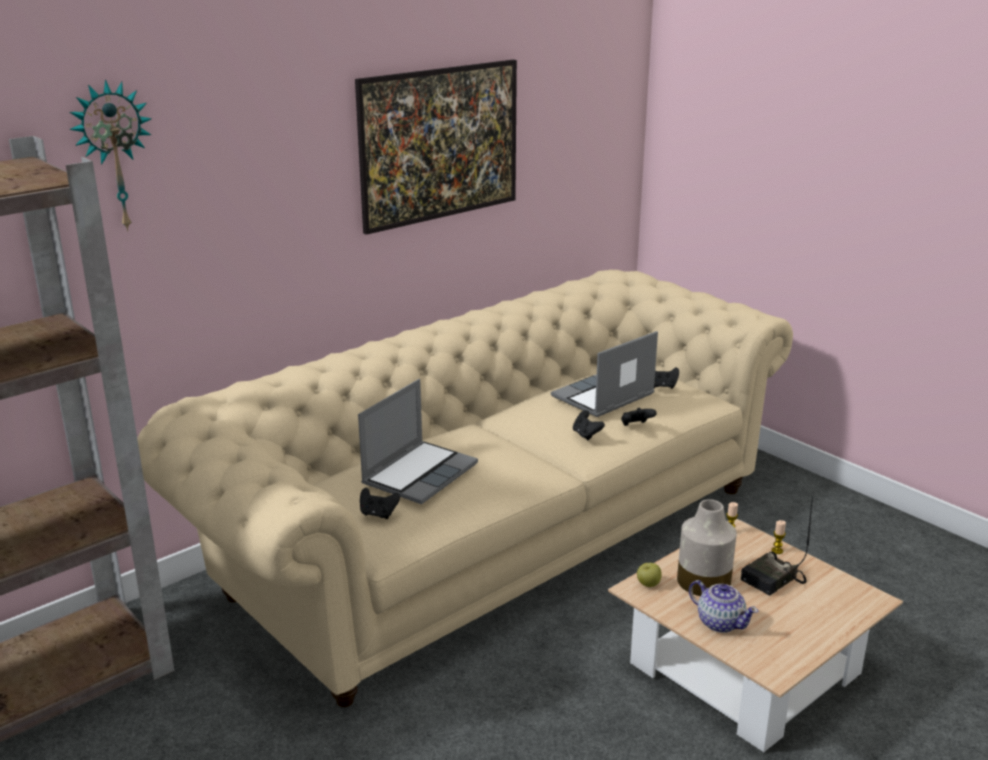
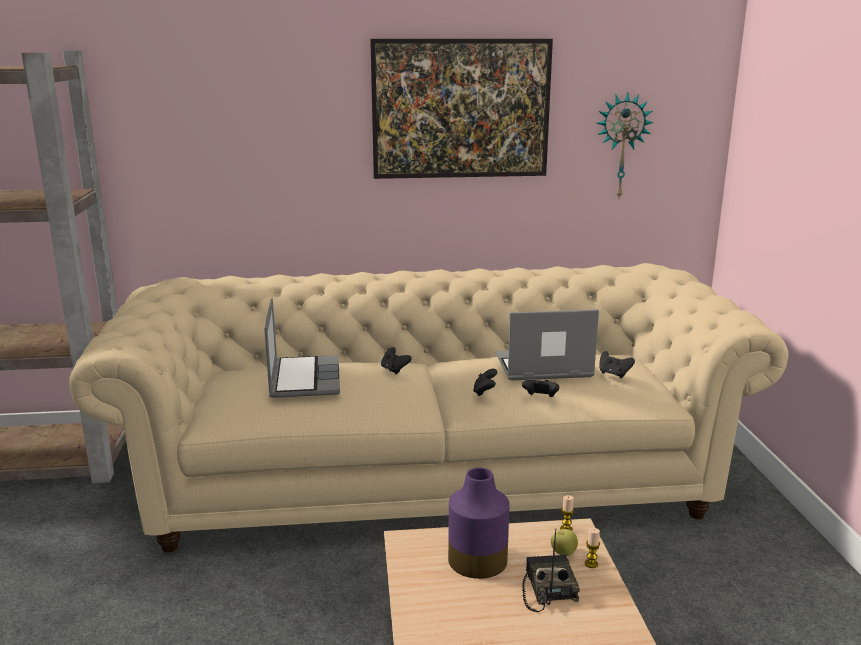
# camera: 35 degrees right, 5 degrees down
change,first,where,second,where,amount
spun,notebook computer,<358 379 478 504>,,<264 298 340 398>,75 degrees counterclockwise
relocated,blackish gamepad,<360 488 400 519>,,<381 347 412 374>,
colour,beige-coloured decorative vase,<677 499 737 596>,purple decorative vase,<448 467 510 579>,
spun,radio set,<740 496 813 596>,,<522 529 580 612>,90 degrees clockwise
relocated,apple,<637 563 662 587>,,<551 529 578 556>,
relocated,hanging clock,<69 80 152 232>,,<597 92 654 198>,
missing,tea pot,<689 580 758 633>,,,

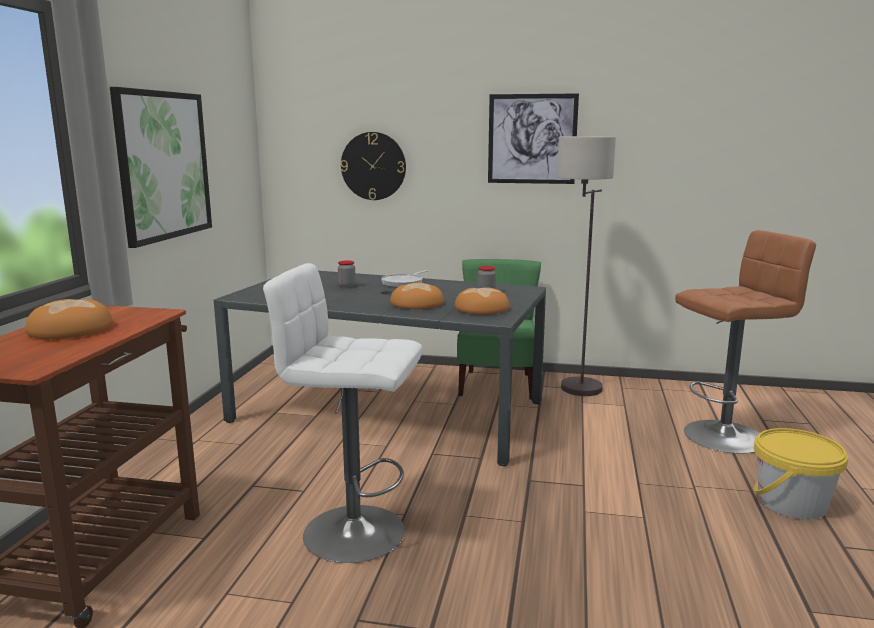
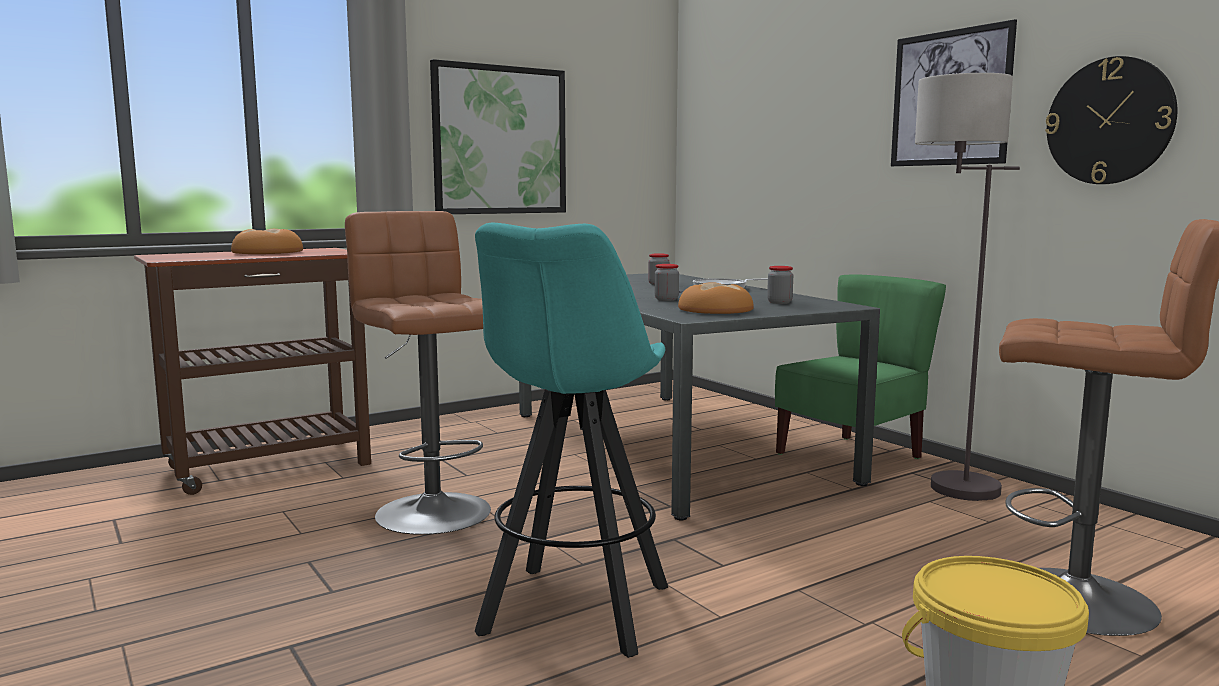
# camera: 45 degrees right, 5 degrees down
change,first,where,second,where,amount
colour,whitish sitting stool,<263 263 423 563>,brownish sitting stool,<345 211 491 535>,
appeared,,,turquoise-coloured sitting stool,<475 223 668 658>,
exchanged,bakery bread,<390 283 444 309>,storage jar,<654 264 679 301>,
relocated,hanging clock,<341 132 406 200>,,<1045 56 1178 184>,

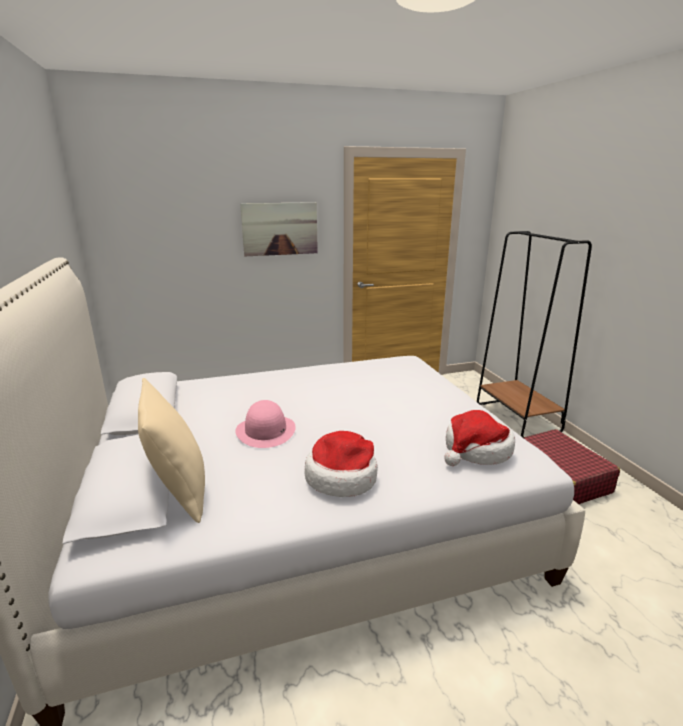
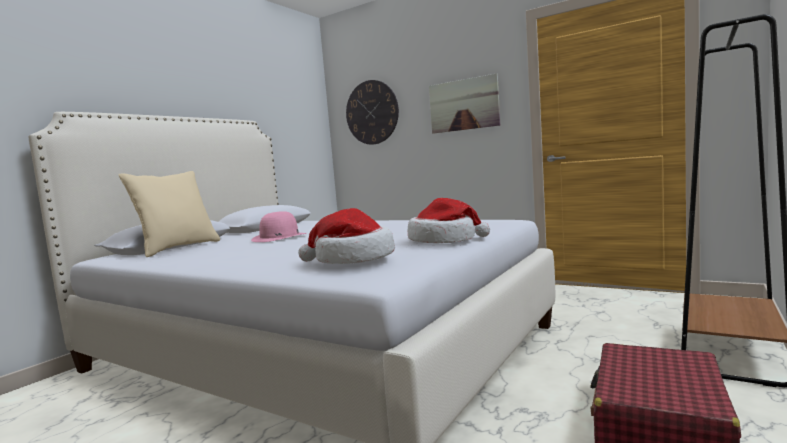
# camera: 50 degrees right, 15 degrees down
change,first,where,second,where,amount
appeared,,,hanging clock,<346 80 399 145>,
relocated,wearable hat,<305 431 378 497>,,<408 198 490 243>,

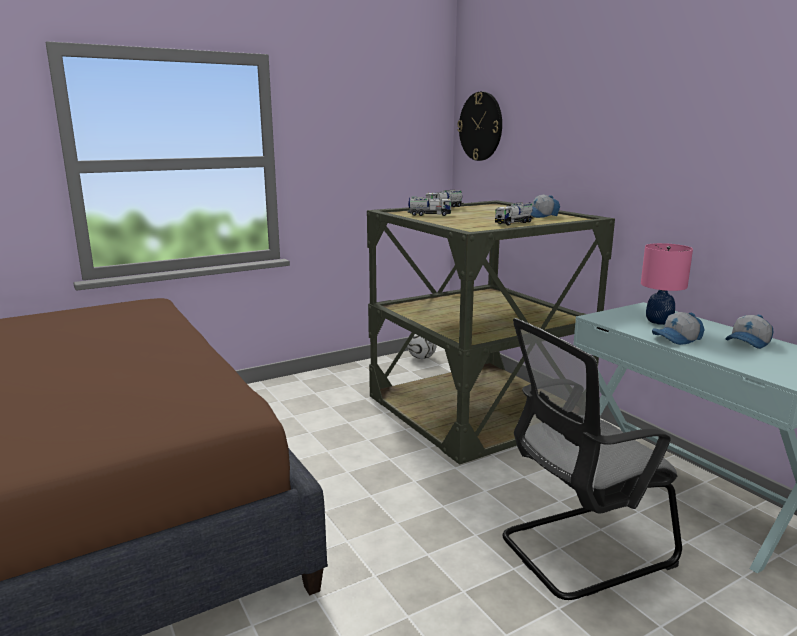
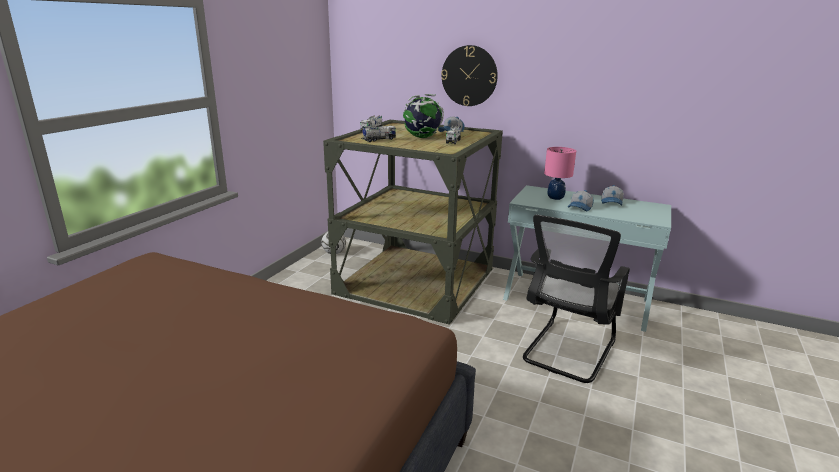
# camera: 35 degrees left, 5 degrees up
change,first,where,second,where,amount
appeared,,,desk globe,<403 94 444 138>,
relocated,hanging clock,<457 91 502 161>,,<441 45 498 106>,

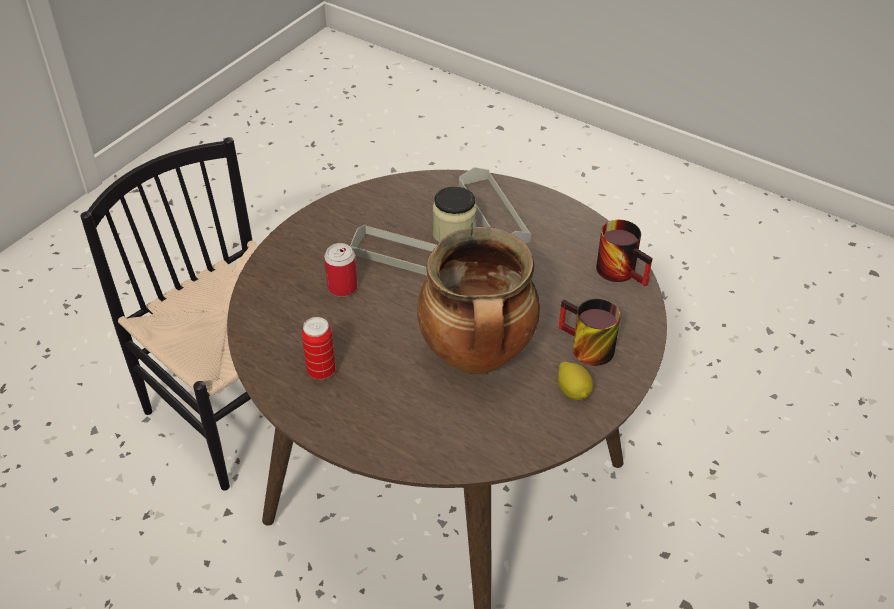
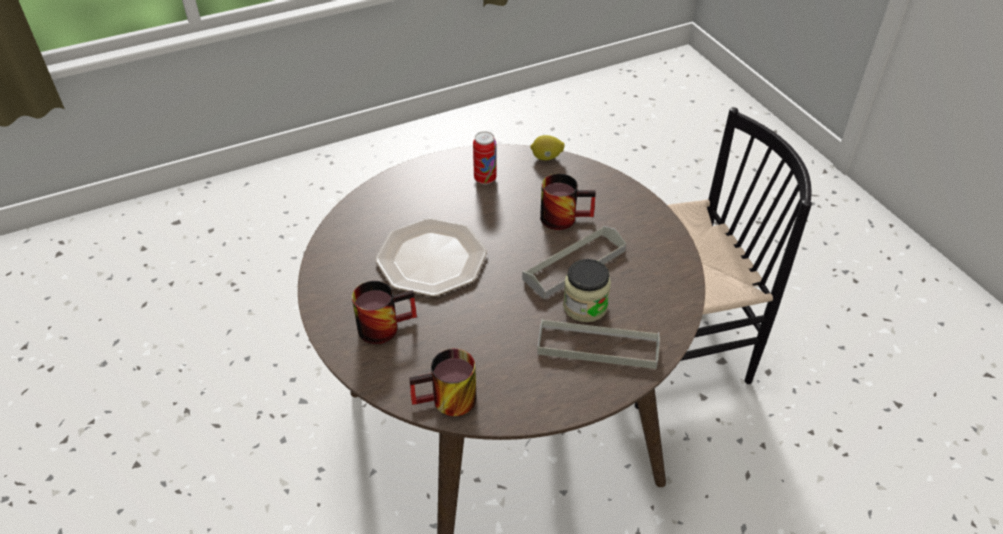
# camera: 120 degrees right, 0 degrees up
change,first,where,second,where,amount
exchanged,cooking pot,<417 227 540 374>,flat dish,<375 218 487 297>,
relocated,whole lemon,<558 362 593 400>,,<530 135 564 160>,
exchanged,sealed can,<324 243 357 297>,tea mug,<540 173 596 230>,

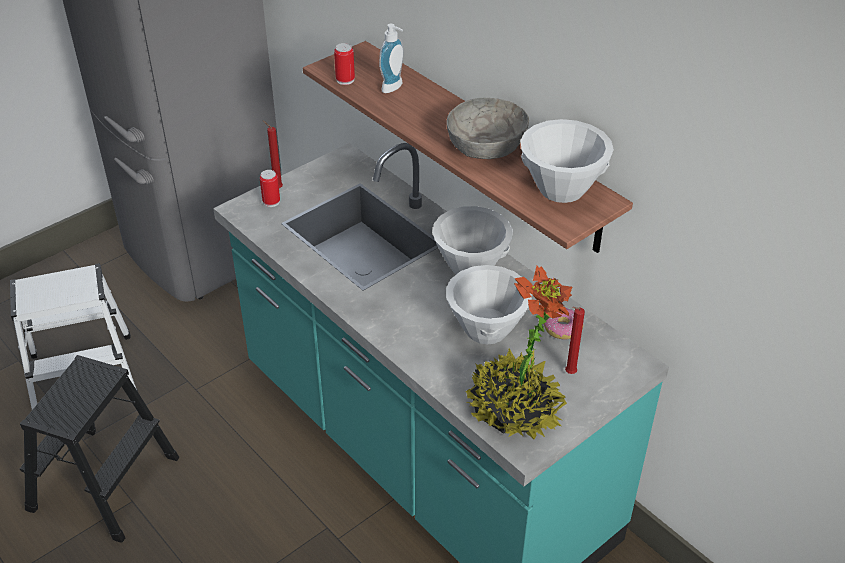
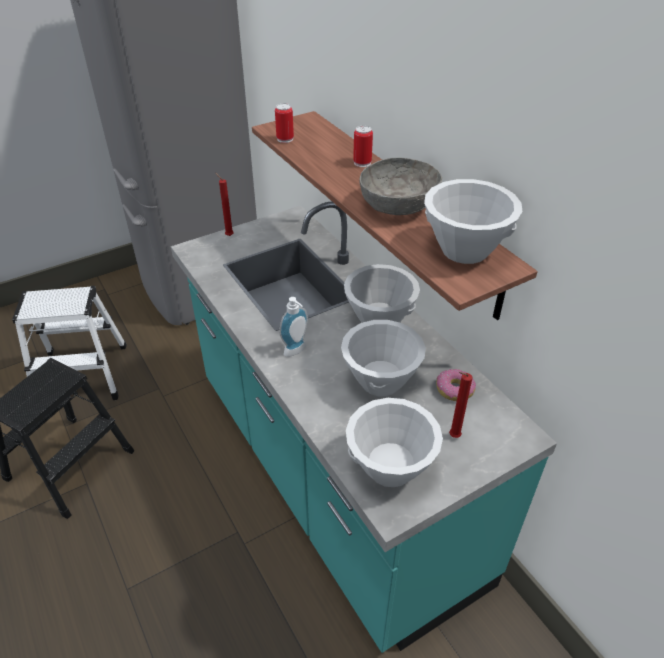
# camera: 10 degrees right, 0 degrees up
change,first,where,second,where,amount
relocated,liquid soap bottle,<379 24 404 93>,,<279 297 308 357>,
exchanged,potted plant,<465 266 572 440>,whitish deep dish,<346 398 443 487>,
relocated,sealed can,<260 170 280 207>,,<353 126 373 167>,

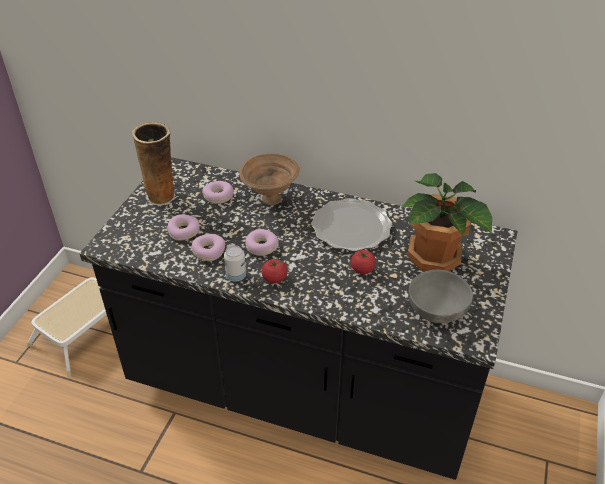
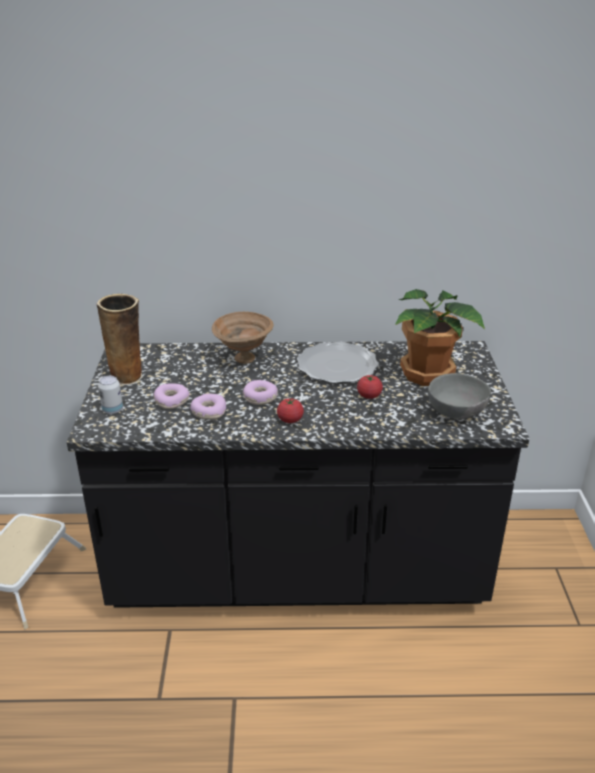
# camera: 20 degrees left, 10 degrees down
change,first,where,second,where,amount
relocated,sealed can,<224 245 246 282>,,<98 376 123 414>,
missing,donut,<202 181 234 204>,,,

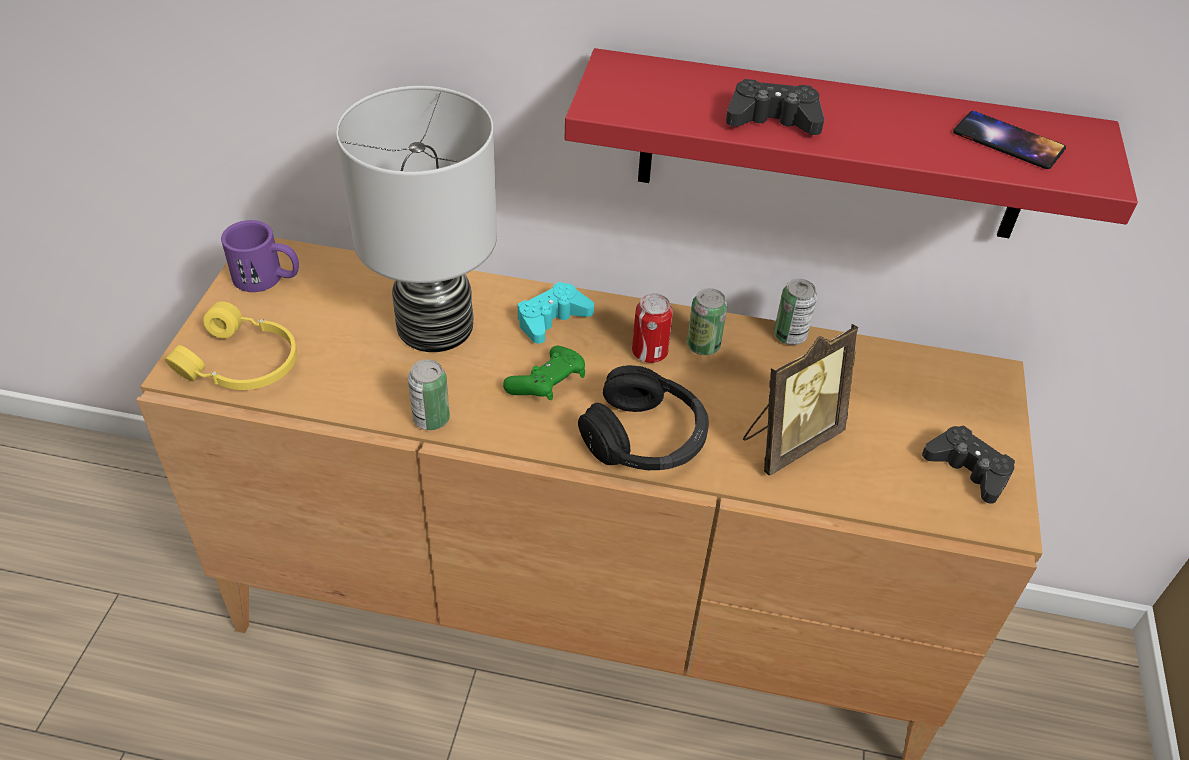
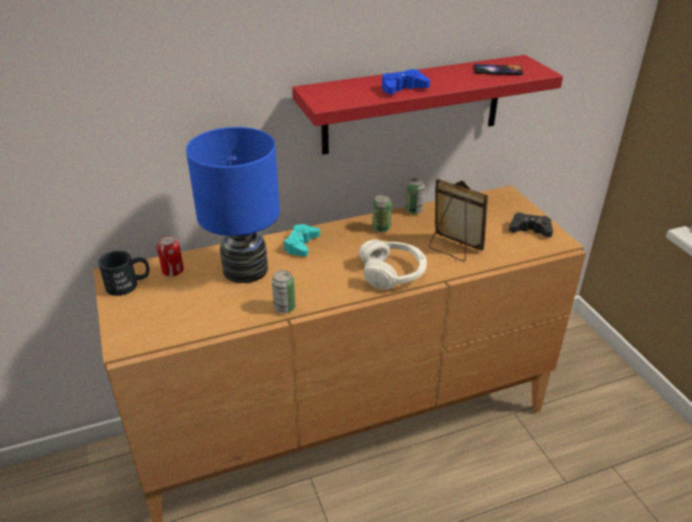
# camera: 30 degrees left, 10 degrees down
change,first,where,second,where,amount
colour,purple tea mug,<221 220 299 292>,blackish tea mug,<98 251 149 296>,
relocated,sealed can,<632 293 673 363>,,<157 235 184 276>,
colour,grey table lamp,<336 85 497 352>,blue table lamp,<186 127 280 283>,
colour,blackish headphones,<578 365 709 470>,whitish headphones,<359 239 427 290>,
colour,blackish gamepad,<726 79 824 135>,blue gamepad,<382 69 430 94>,
spun,photo frame,<743 324 858 476>,,<429 179 488 261>,75 degrees counterclockwise
missing,yellow-coloured headphones,<165 301 297 390>,,,
missing,greenish gamepad,<503 346 585 400>,,,

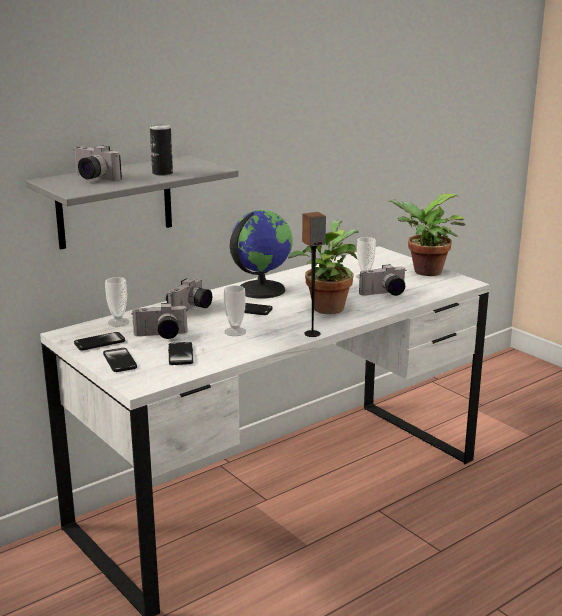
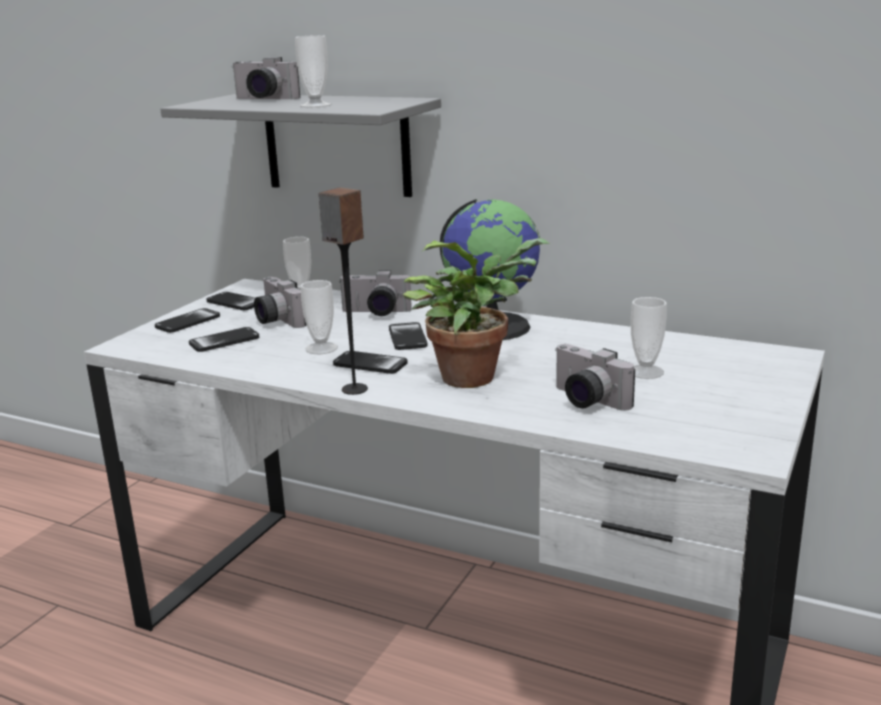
# camera: 65 degrees right, 0 degrees up
change,first,where,second,where,amount
spun,still camera,<73 145 122 181>,,<232 57 300 99>,75 degrees counterclockwise
exchanged,sealed can,<150 124 173 176>,cup,<295 35 331 107>,
appeared,,,telephone,<333 351 408 374>,
missing,potted plant,<387 194 465 276>,,,

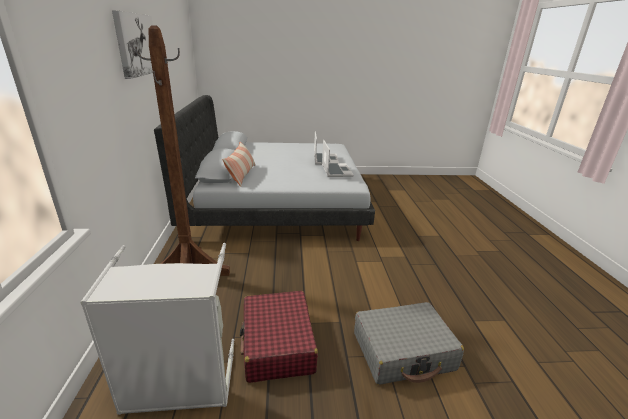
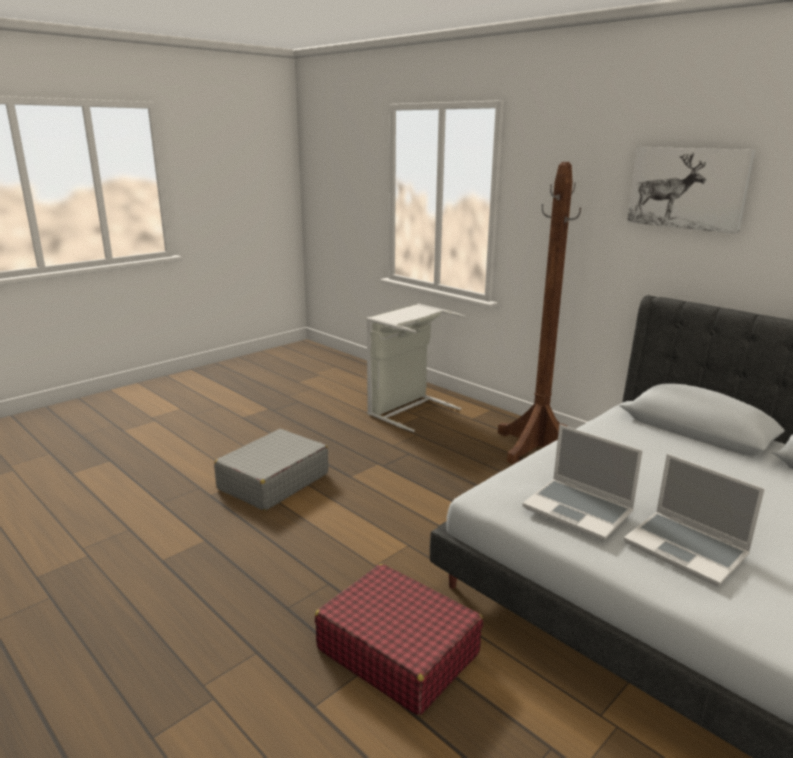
# camera: 140 degrees right, 5 degrees down
change,first,where,second,where,amount
relocated,reddish suitcase,<239 291 318 383>,,<315 564 483 716>,
missing,throw pillow,<222 142 255 187>,,,

